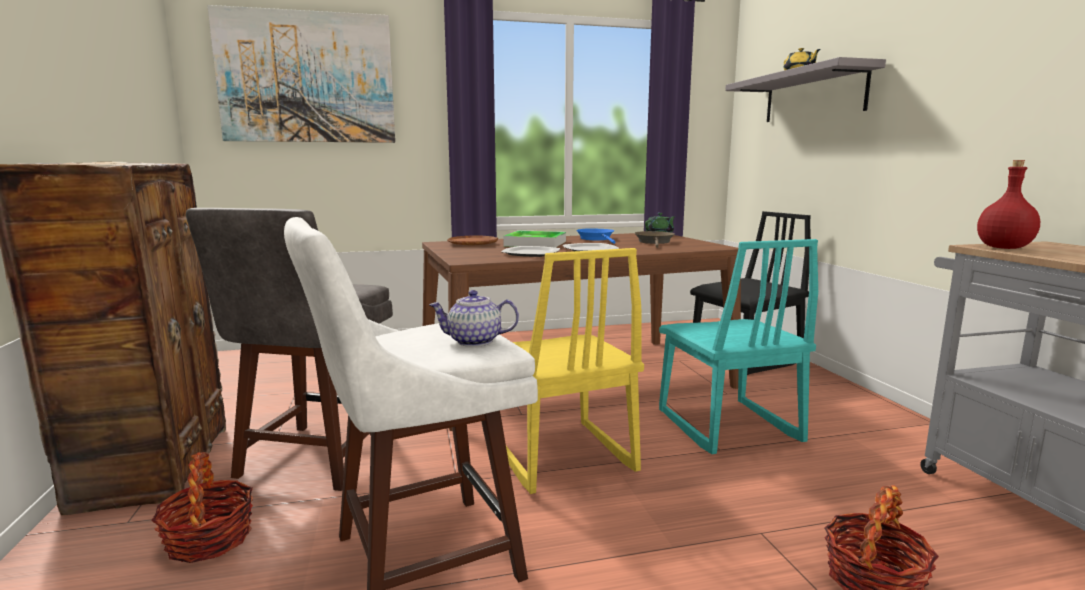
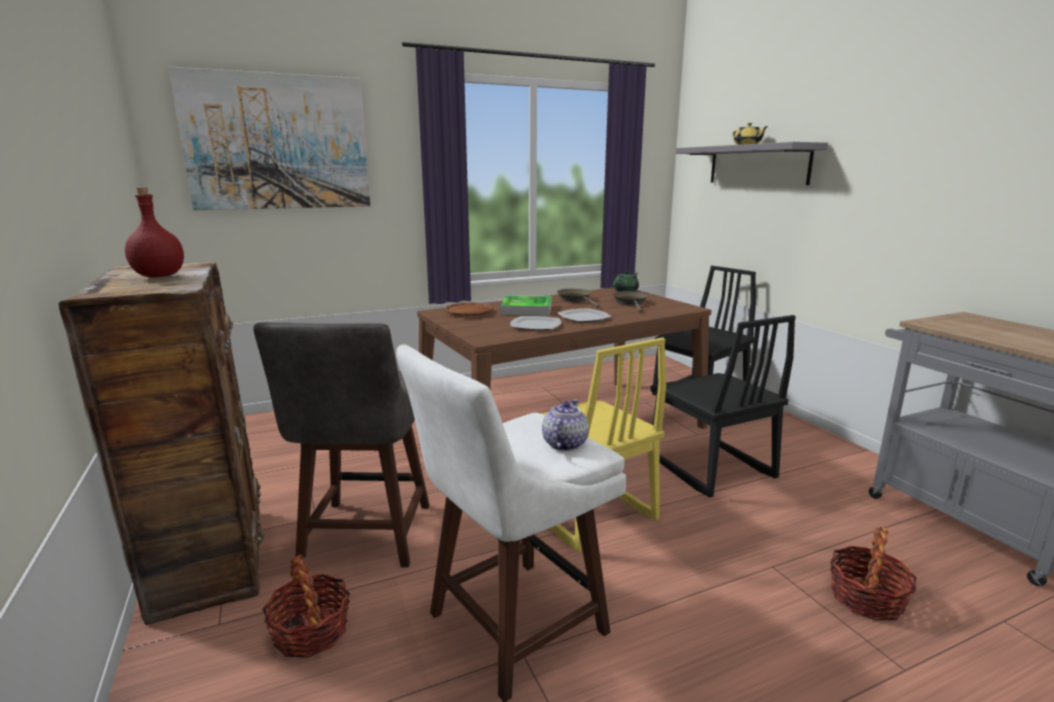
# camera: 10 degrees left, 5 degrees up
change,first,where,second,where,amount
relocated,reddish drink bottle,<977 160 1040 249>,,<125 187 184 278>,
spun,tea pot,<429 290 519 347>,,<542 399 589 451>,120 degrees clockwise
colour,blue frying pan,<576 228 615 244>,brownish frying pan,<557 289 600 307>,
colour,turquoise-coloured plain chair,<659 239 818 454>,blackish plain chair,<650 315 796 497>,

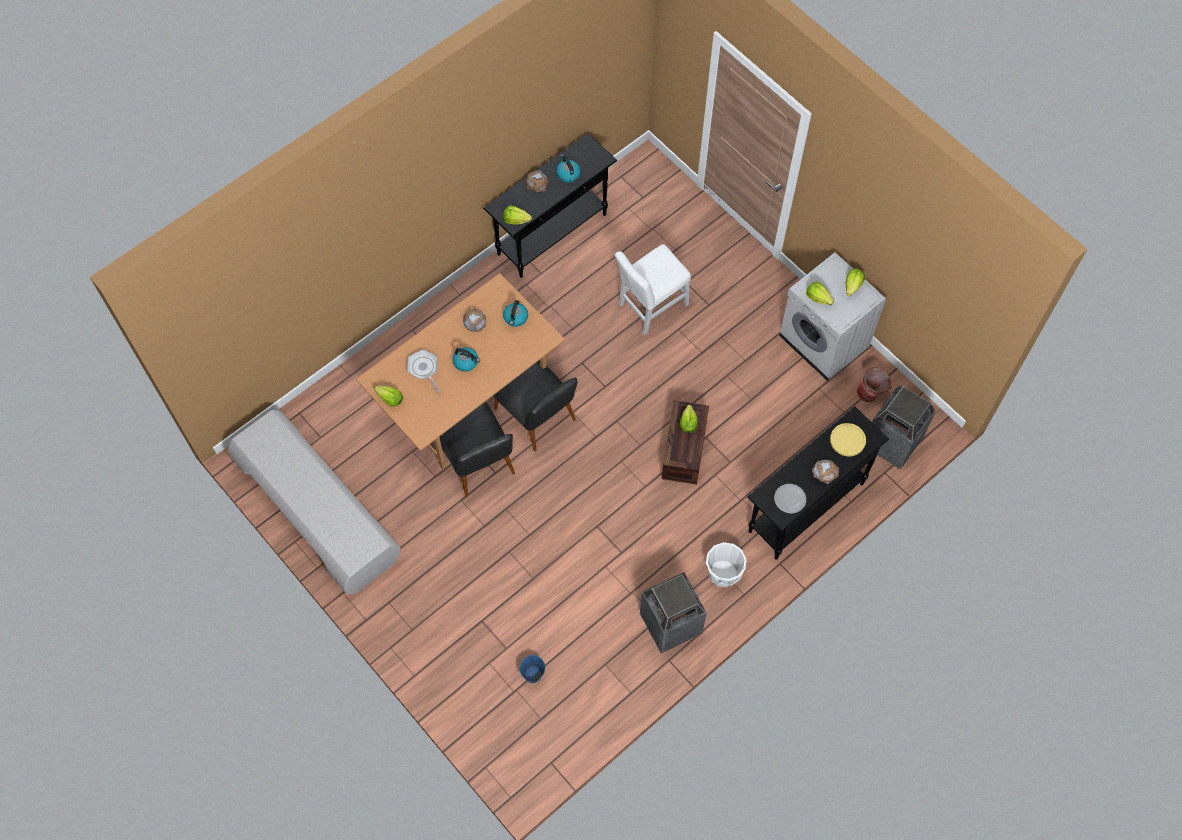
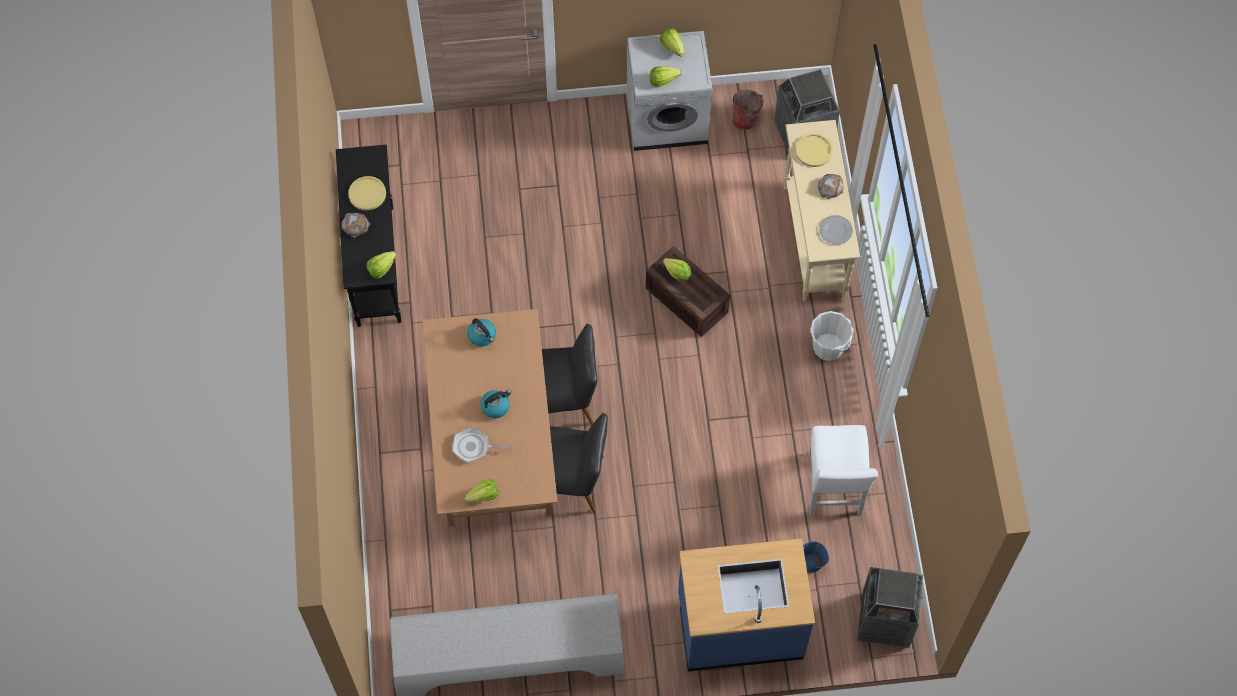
# camera: 55 degrees left, 0 degrees up
change,first,where,second,where,amount
exchanged,water kettle,<556 154 581 183>,yellow-coloured flat dish,<348 176 386 210>,
appeared,,,blue kitchen base unit,<678 538 815 671>,
colour,blackish narrow table,<747 406 889 560>,beige-coloured narrow table,<784 120 860 301>,
relocated,whitish plain chair,<615 244 691 335>,,<808 425 878 516>,
relocated,waste bin,<640 572 707 653>,,<857 567 923 648>,
missing,bakery bread,<463 309 486 331>,,,

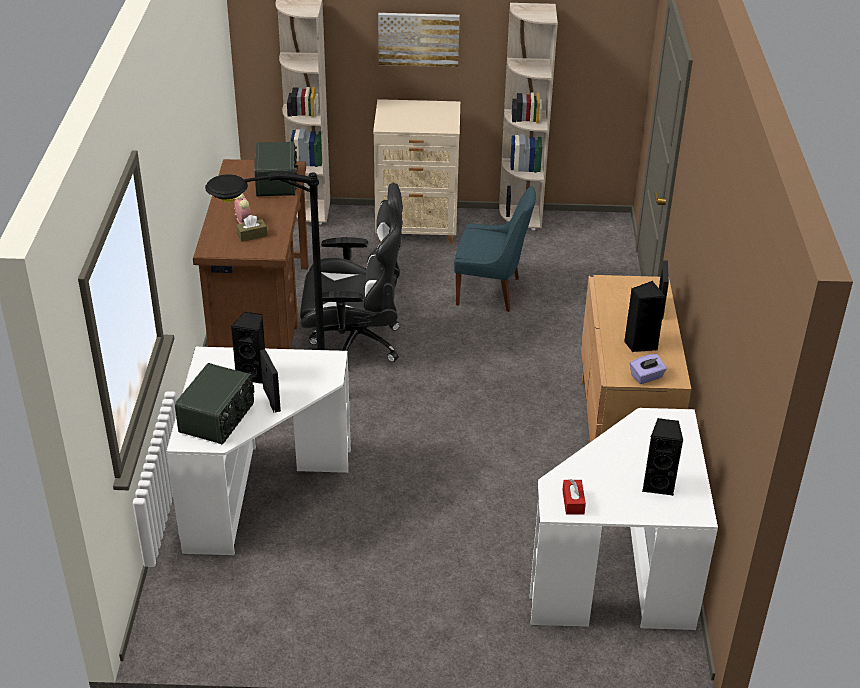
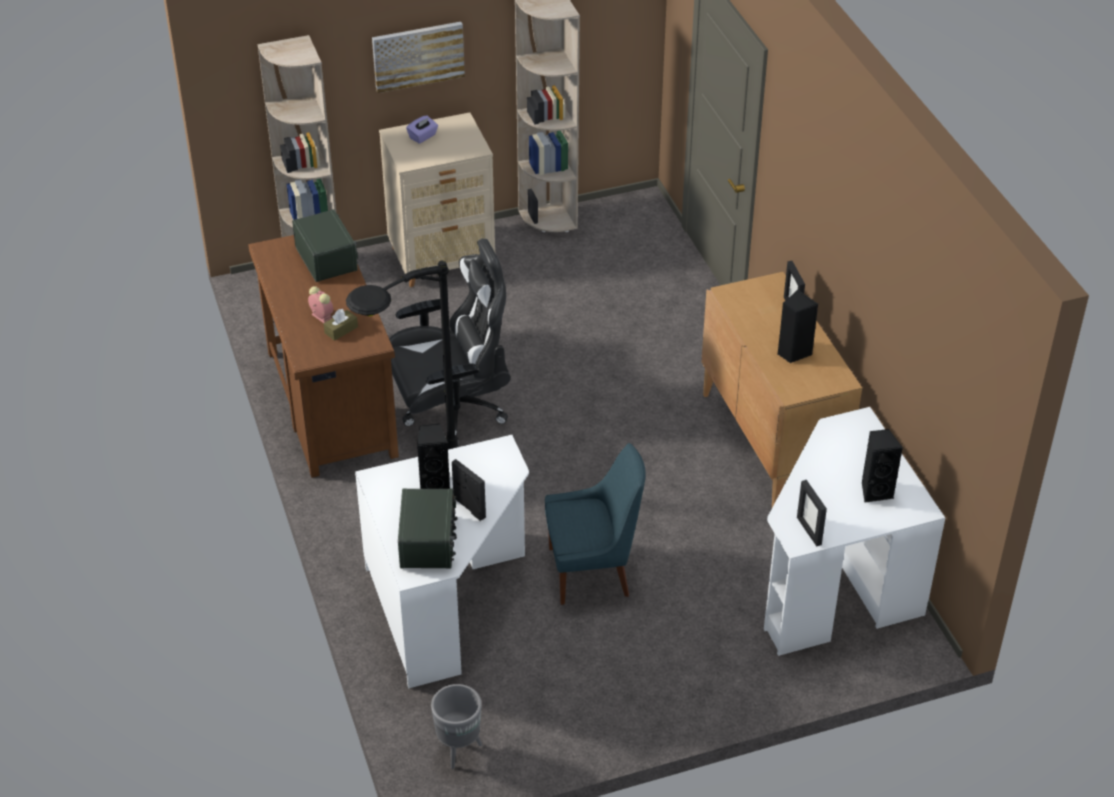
# camera: 20 degrees left, 5 degrees up
change,first,where,second,where,amount
relocated,purple tissue box,<630 354 667 384>,,<406 115 438 144>,
appeared,,,grey planter,<431 684 482 769>,
relocated,blue plain chair,<454 186 536 312>,,<545 443 646 605>,
exchanged,reddish tissue box,<562 479 586 515>,photo frame,<797 480 827 547>,

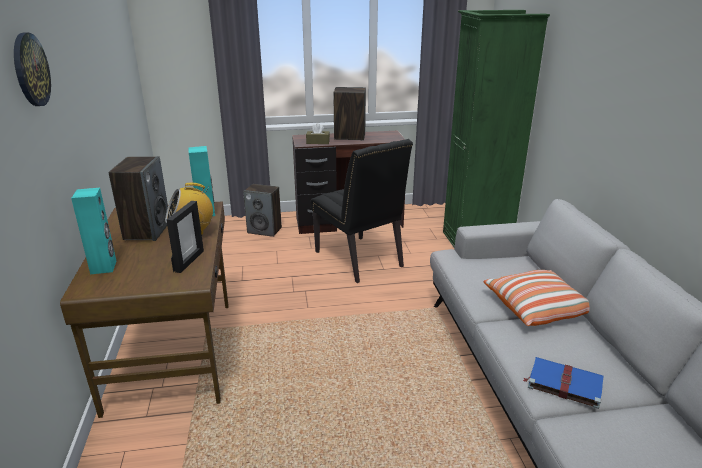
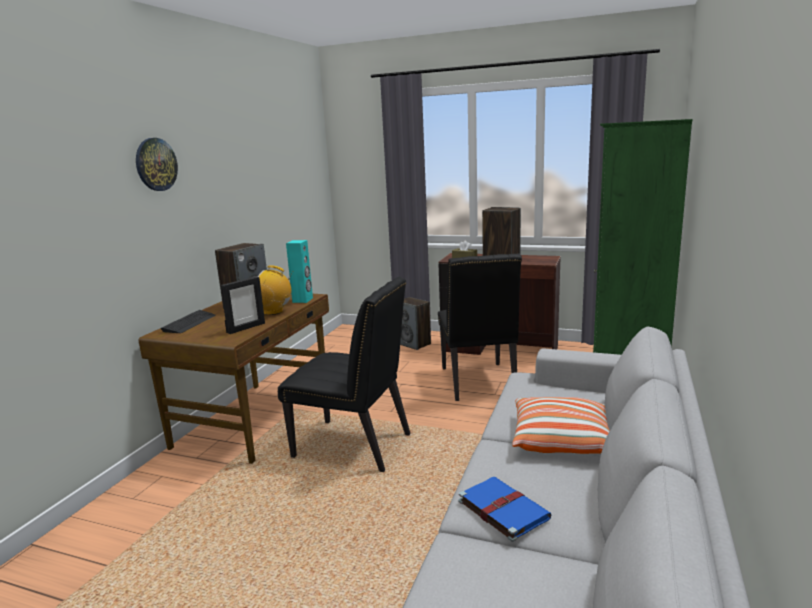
# camera: 30 degrees right, 10 degrees down
change,first,where,second,where,amount
exchanged,turquoise-coloured loudspeaker,<71 188 117 274>,PC keyboard,<160 310 216 333>,
appeared,,,blackish plain chair,<278 277 411 472>,

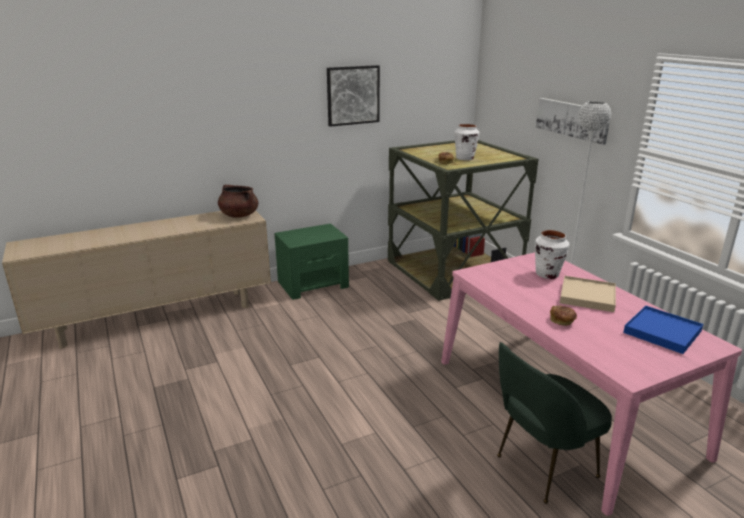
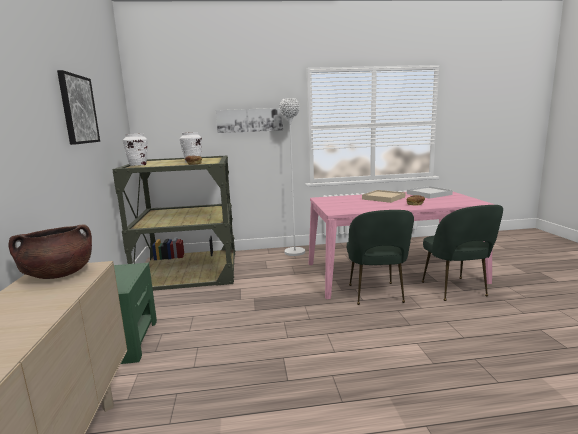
# camera: 70 degrees left, 10 degrees down
change,first,where,second,where,amount
relocated,whitish decorative vase,<535 230 569 279>,,<123 134 148 166>,
appeared,,,greenish plain chair,<347 210 414 305>,
colour,blue serving tray,<623 306 703 354>,whitish serving tray,<407 186 453 199>,

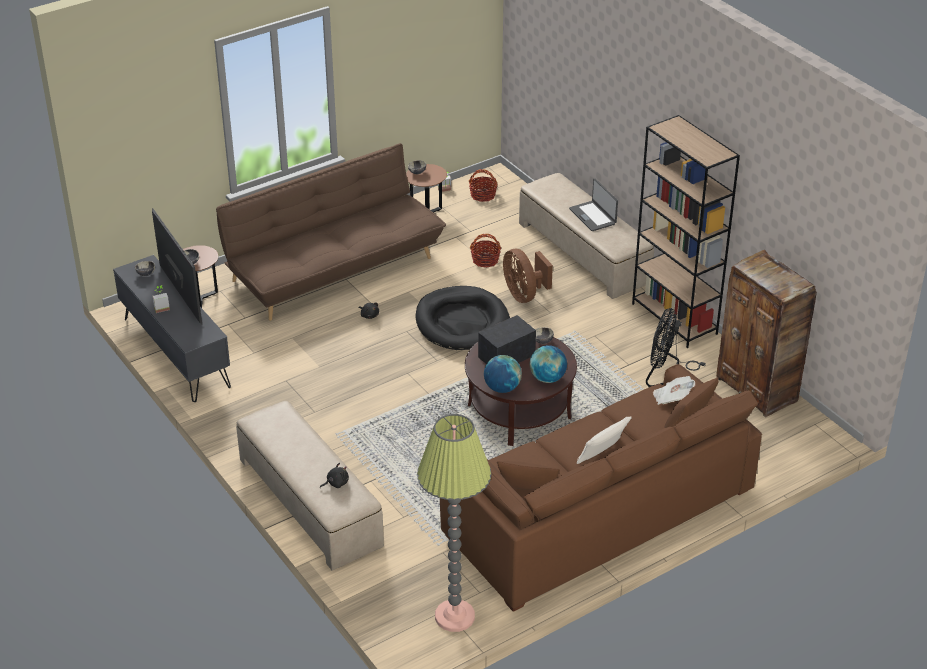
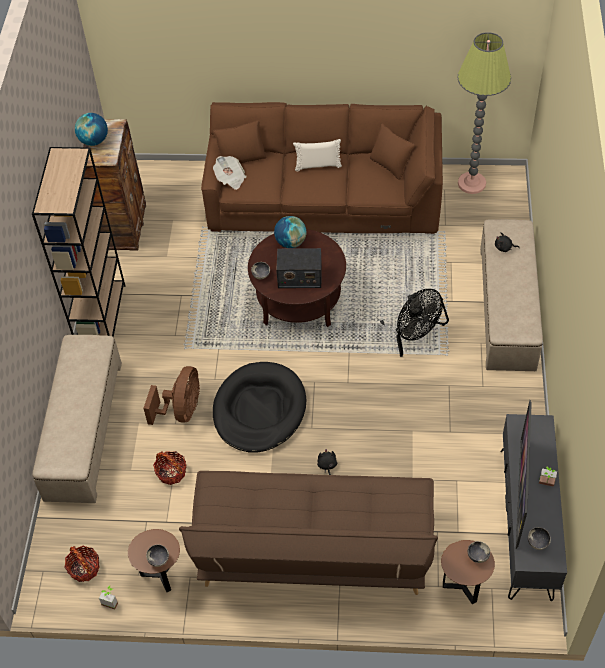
# camera: 140 degrees left, 15 degrees up
change,first,where,second,where,amount
relocated,desk globe,<484 355 522 393>,,<75 113 108 146>,
relocated,blackish cooling fan,<646 308 706 388>,,<380 289 449 357>,
missing,notebook computer,<569 178 618 231>,,,

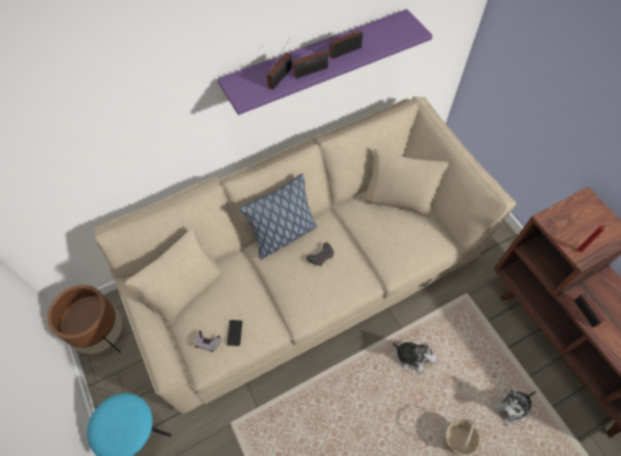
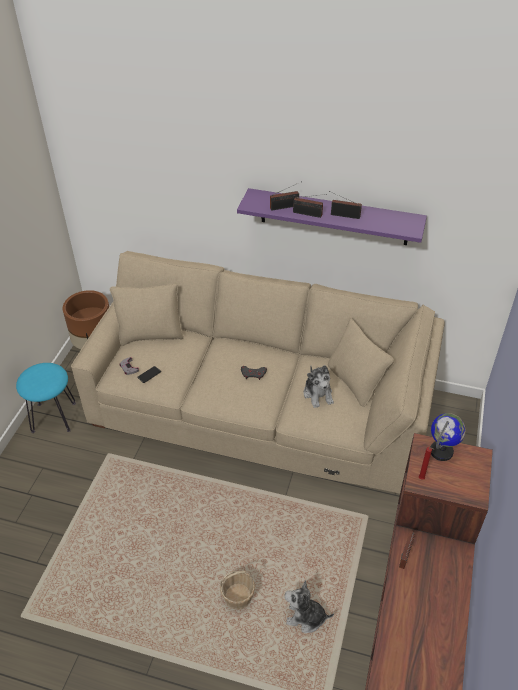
# camera: 45 degrees right, 15 degrees down
change,first,where,second,where,amount
relocated,plush toy,<393 342 437 374>,,<304 365 334 408>,
appeared,,,desk globe,<430 413 466 461>,
missing,throw pillow,<239 174 317 260>,,,

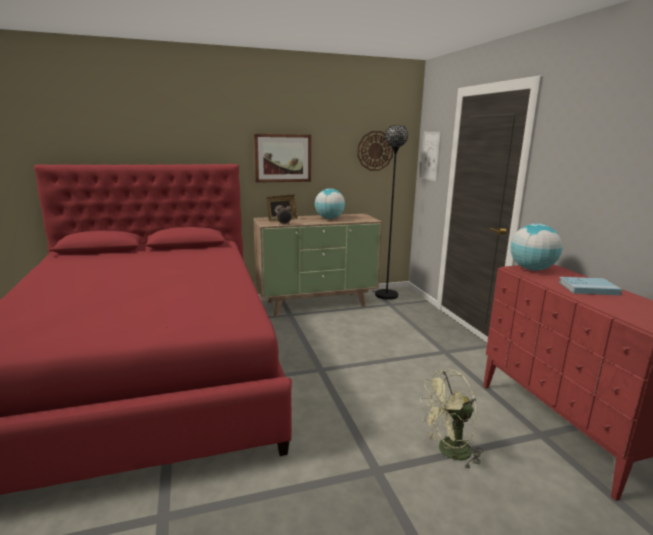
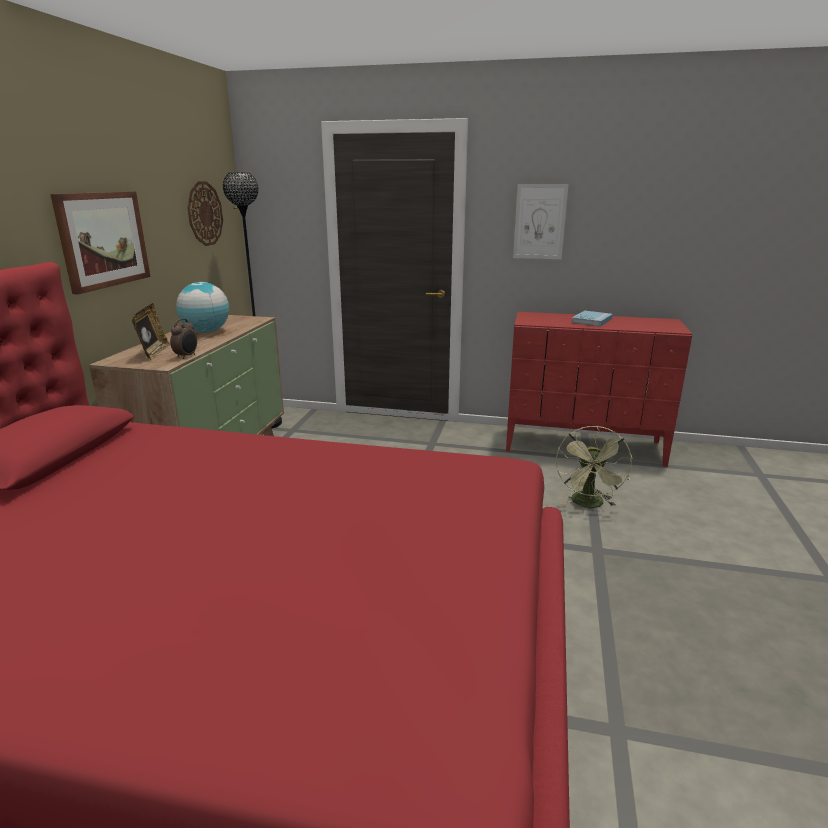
# camera: 60 degrees left, 5 degrees up
change,first,where,second,where,amount
relocated,wall art,<420 132 441 181>,,<513 184 569 259>,
missing,desk globe,<511 223 563 271>,,,

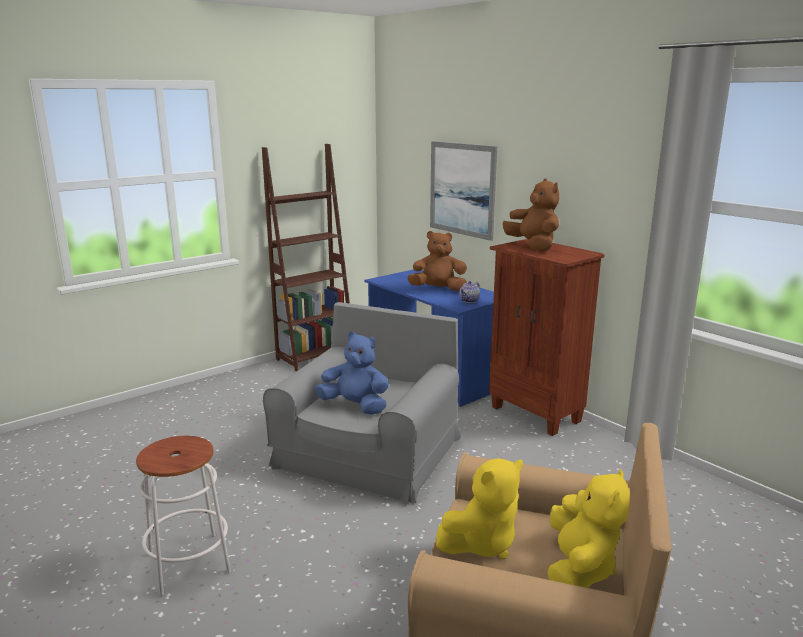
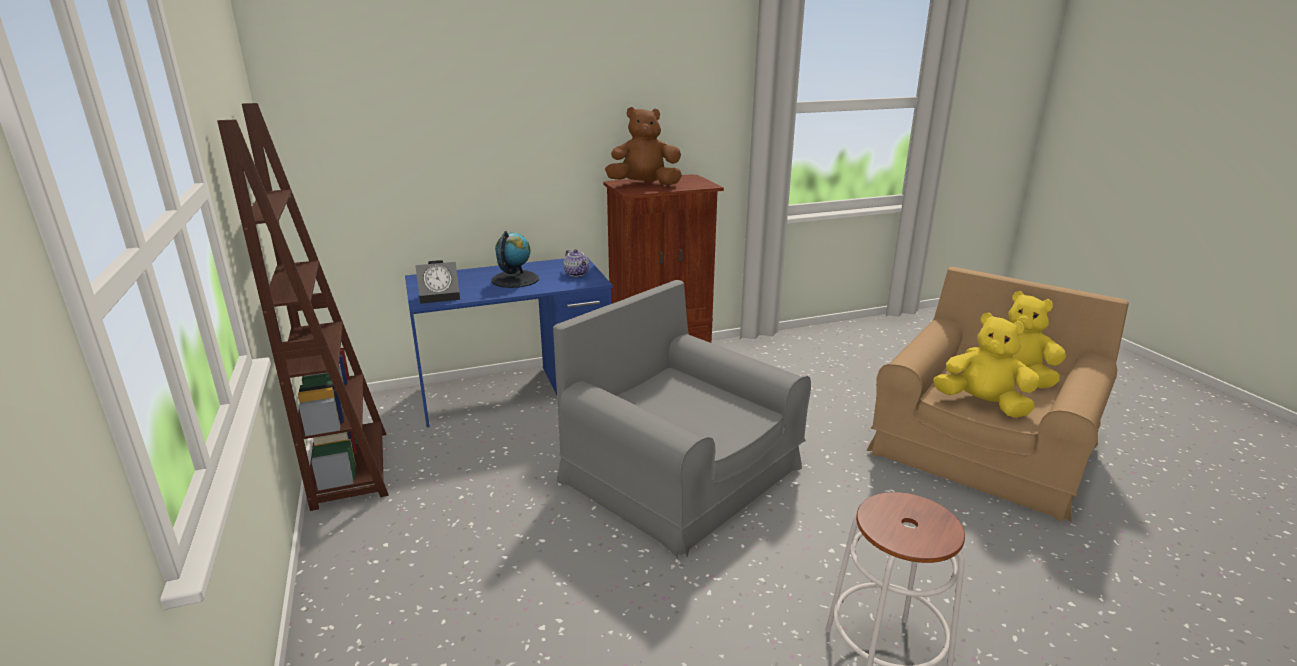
# camera: 70 degrees left, 5 degrees up
change,first,where,second,where,amount
appeared,,,alarm clock,<415 260 460 304>,
exchanged,brownish plush toy,<407 231 467 291>,desk globe,<491 231 539 288>,
spun,yellow-coloured plush toy,<436 458 523 559>,,<933 313 1040 418>,45 degrees counterclockwise
missing,blue plush toy,<314 332 389 415>,,,
missing,wall art,<430 141 497 241>,,,

